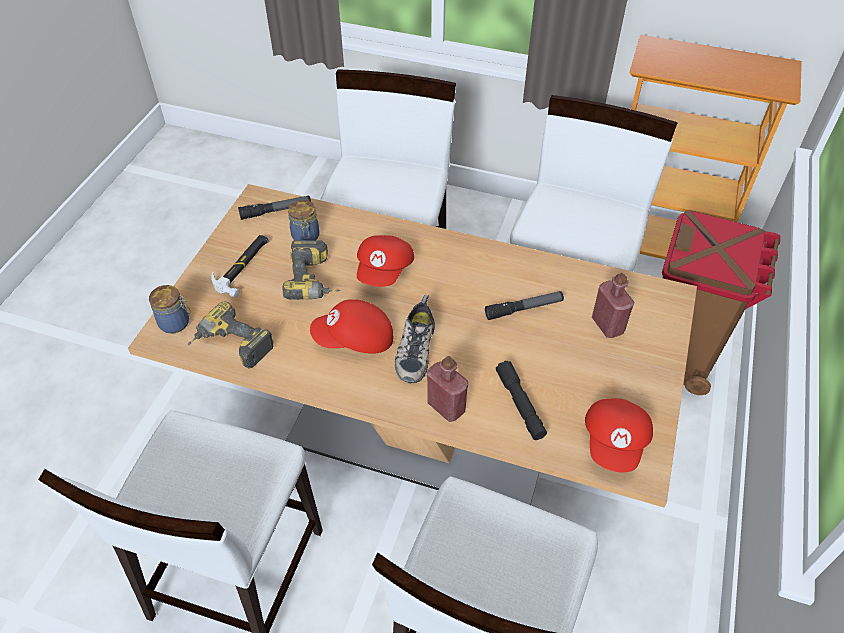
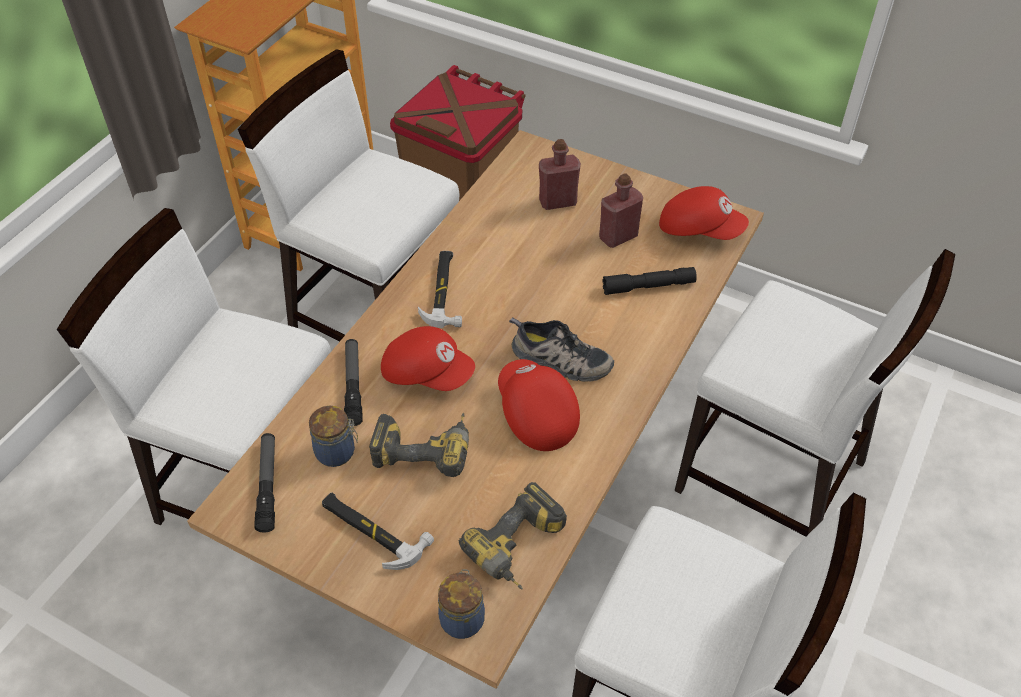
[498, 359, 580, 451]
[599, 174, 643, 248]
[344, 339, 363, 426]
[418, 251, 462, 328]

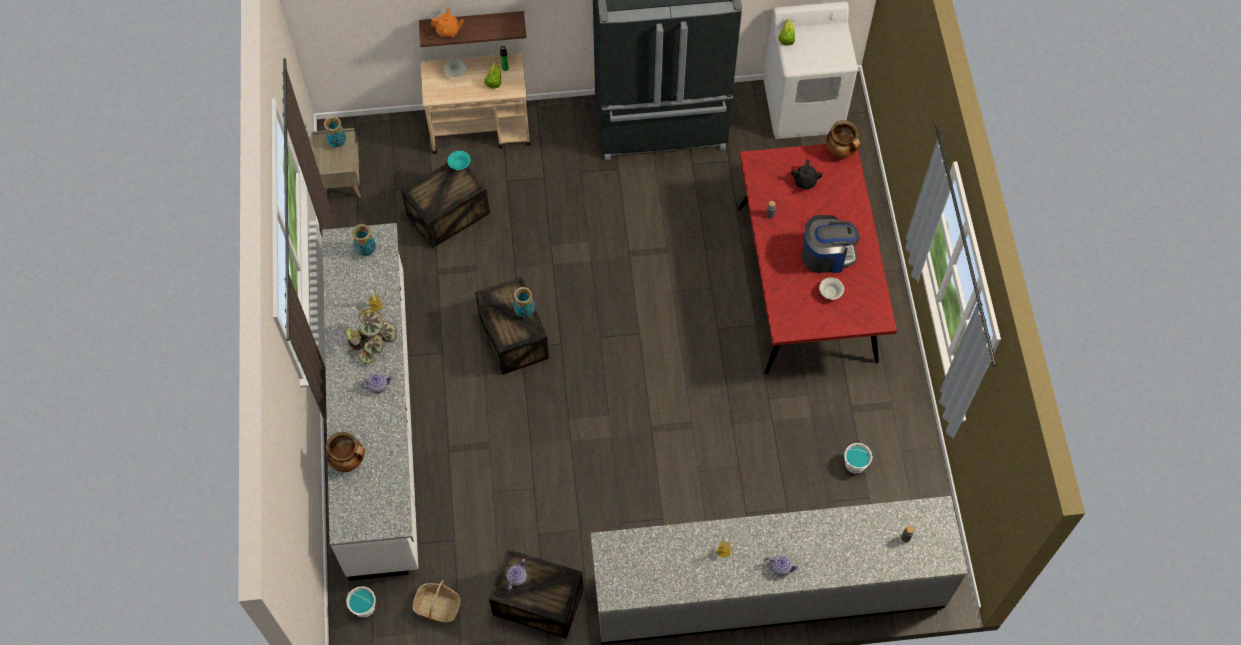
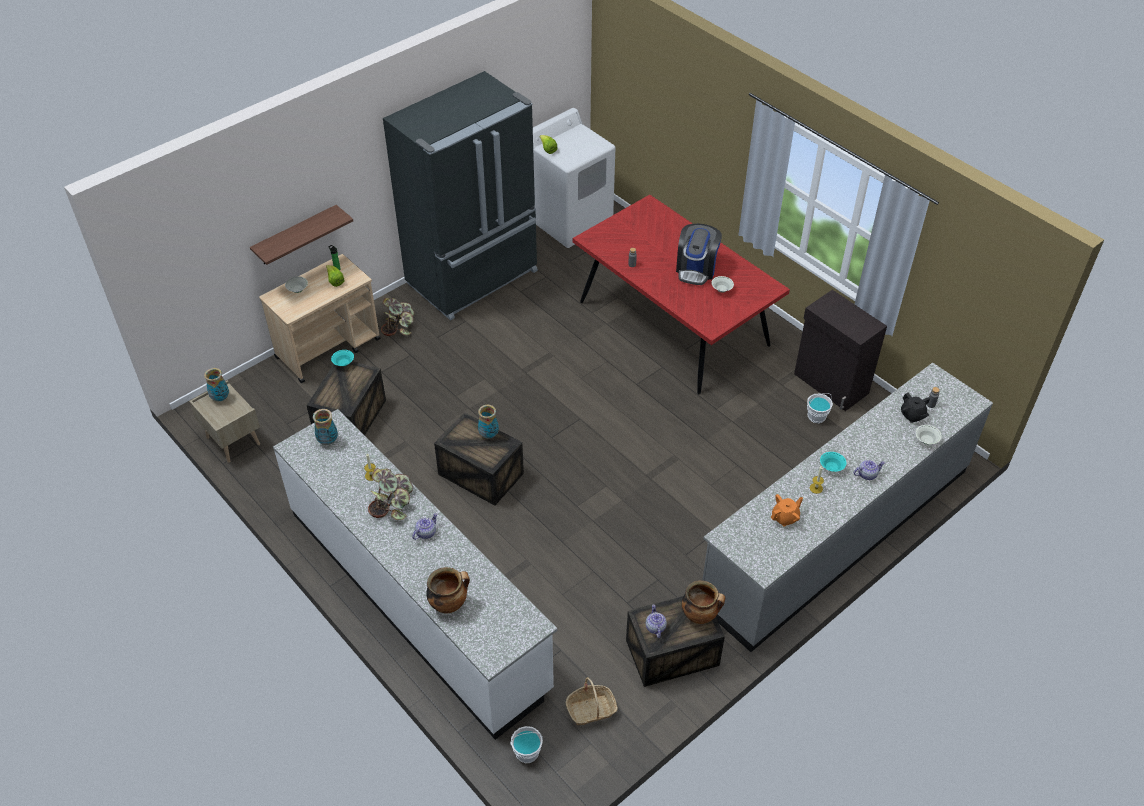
[771, 494, 803, 526]
[901, 393, 930, 423]
[676, 224, 722, 285]
[682, 580, 725, 624]
[381, 298, 415, 336]
[794, 290, 887, 411]
[820, 452, 847, 472]
[915, 425, 942, 444]

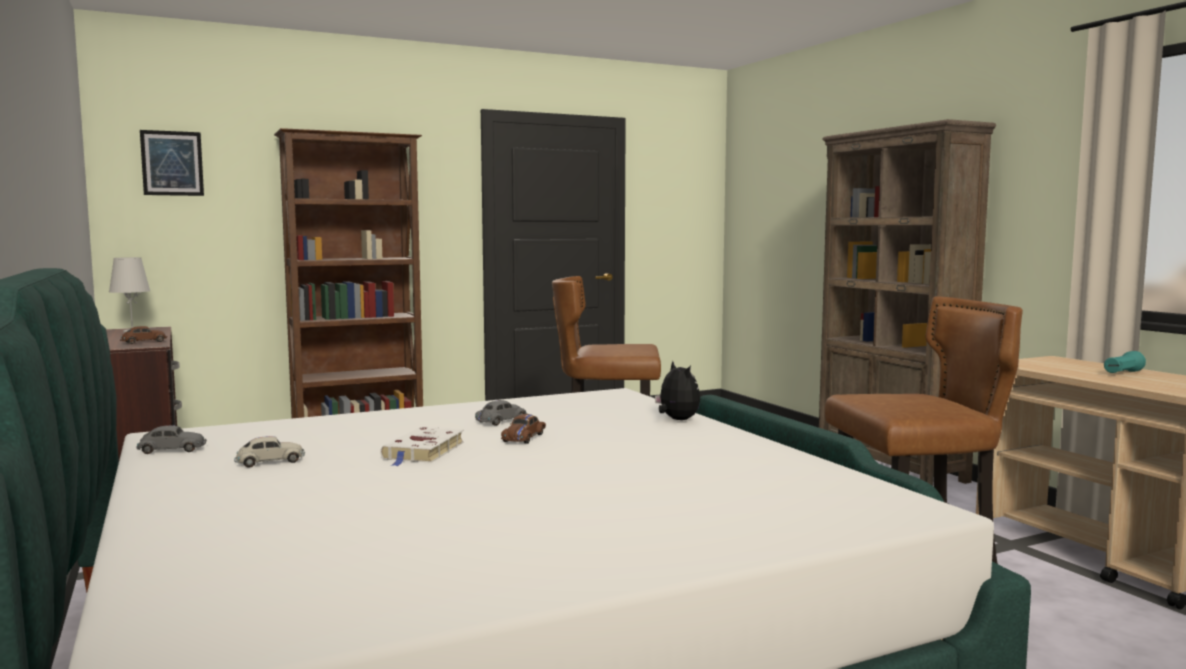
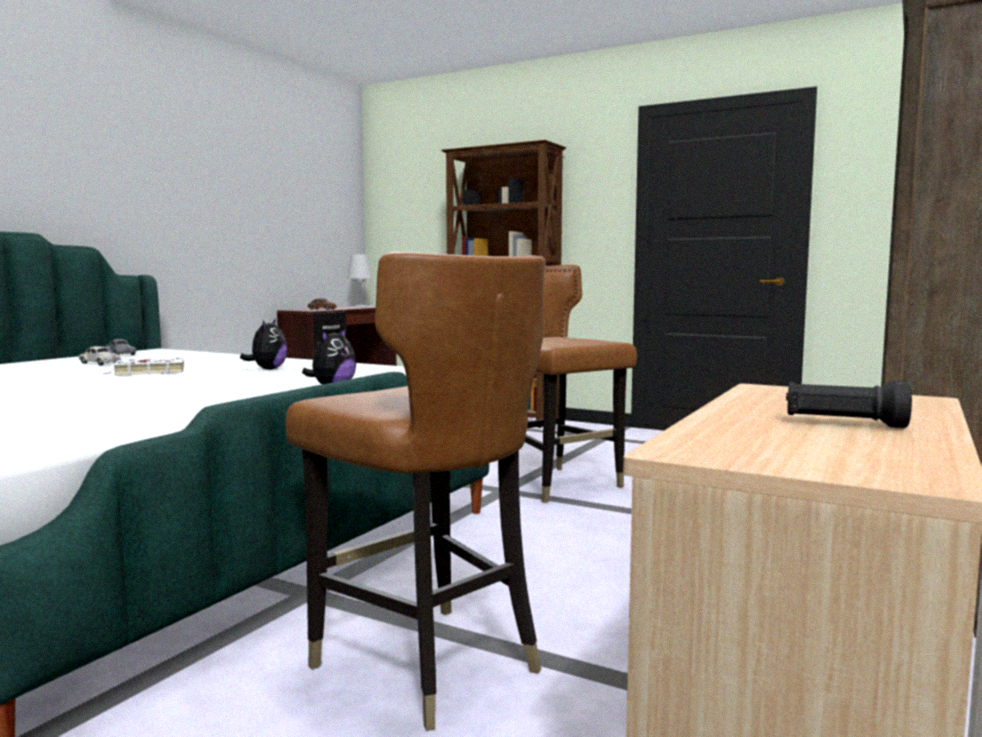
[140, 130, 204, 196] (first image)
[240, 319, 287, 370]
[501, 414, 546, 444] (first image)
[786, 380, 912, 428]

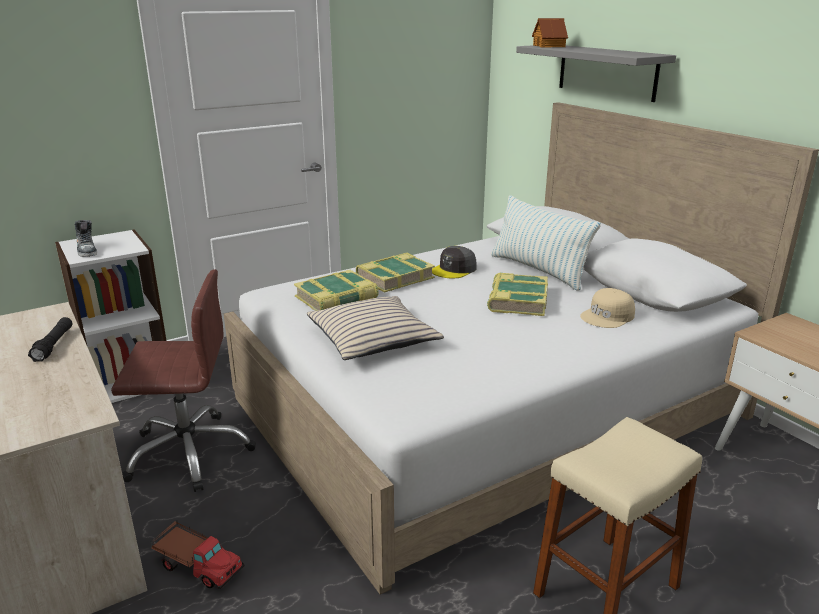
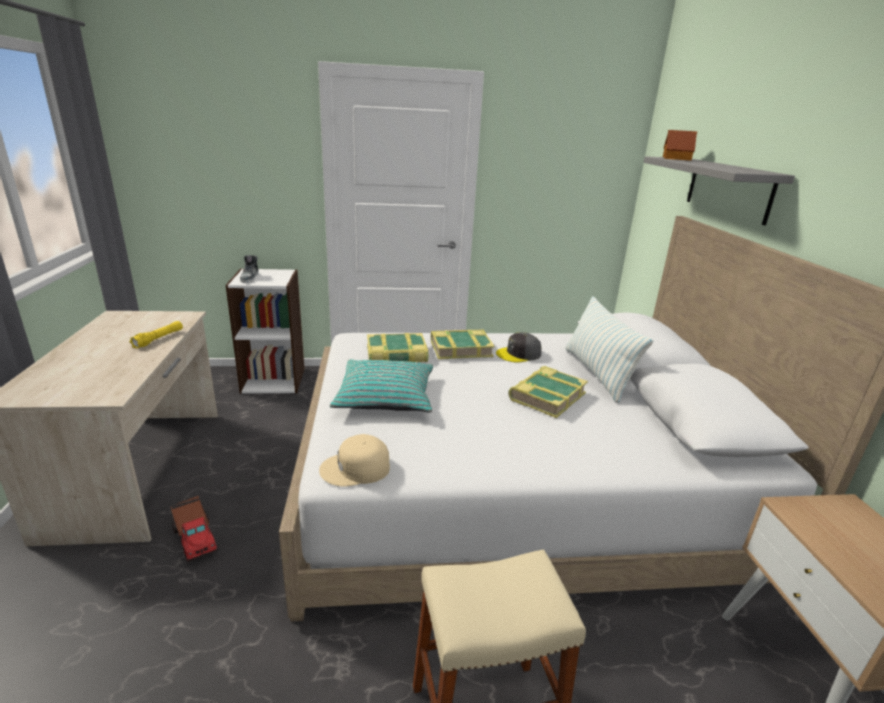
[129, 321, 183, 348]
[111, 269, 256, 492] (first image)
[330, 359, 433, 413]
[319, 434, 390, 487]

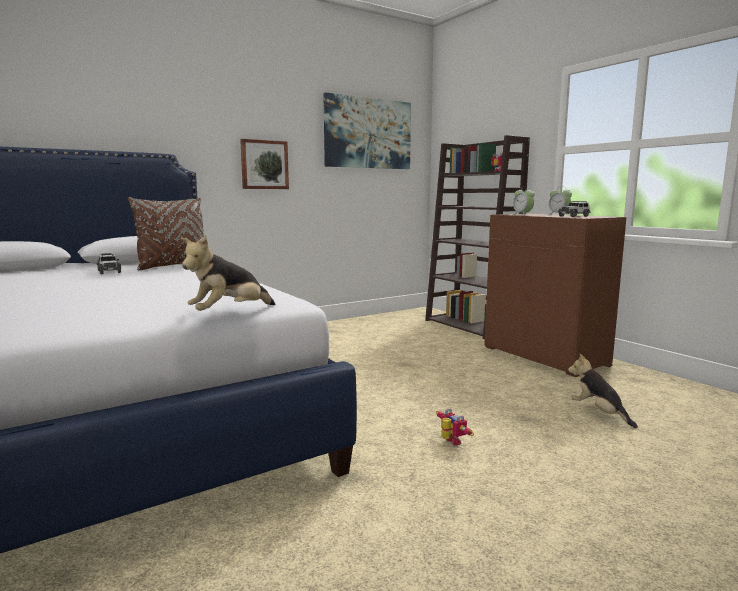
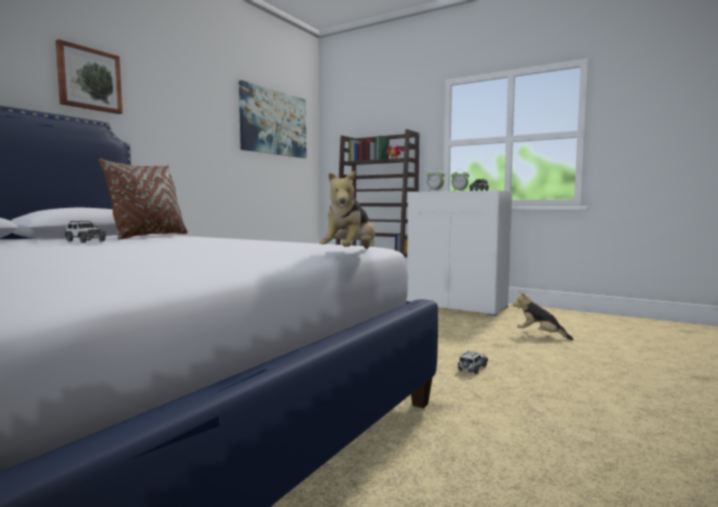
[56, 39, 122, 114]
[457, 351, 488, 374]
[407, 190, 512, 316]

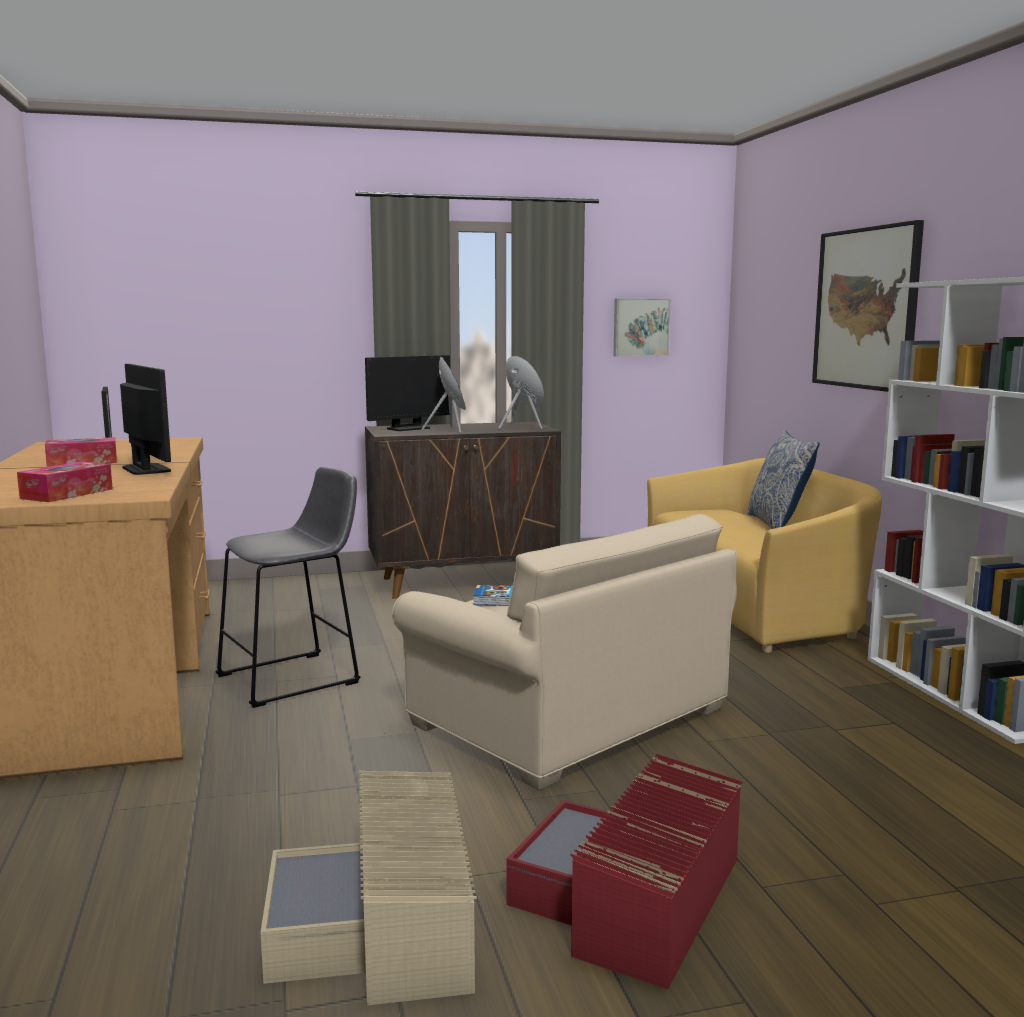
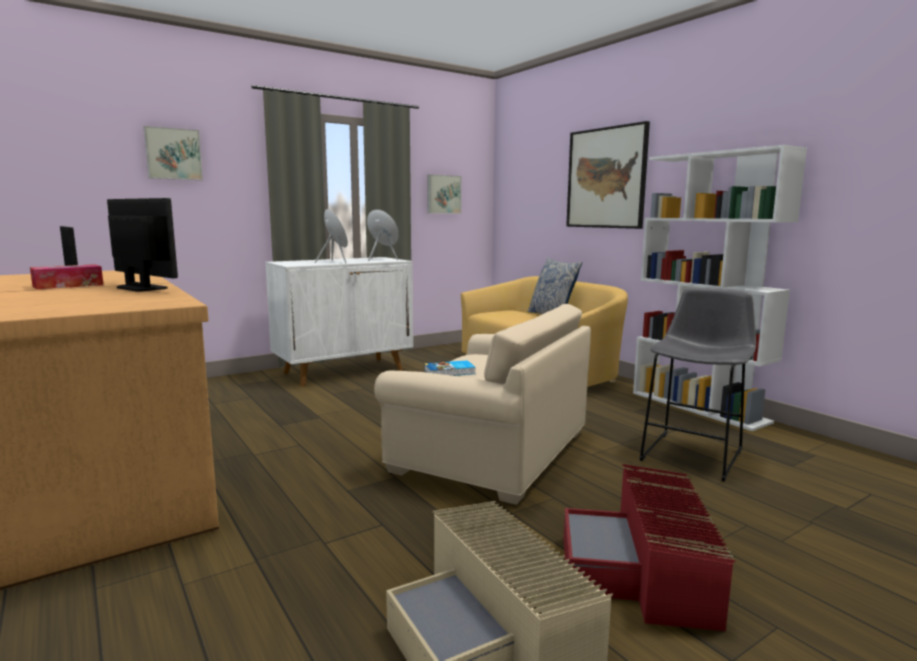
[17, 461, 113, 502] (first image)
[639, 287, 756, 481]
[365, 355, 450, 431] (first image)
[265, 257, 413, 386]
[144, 126, 203, 180]

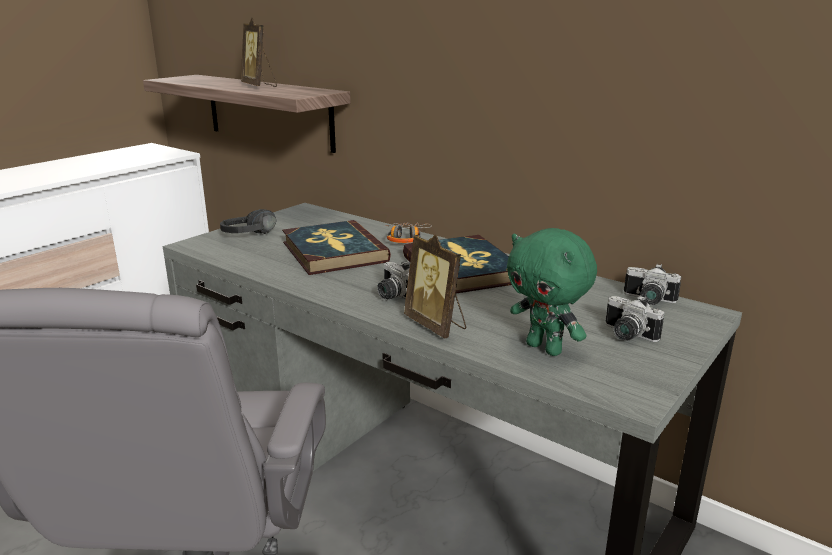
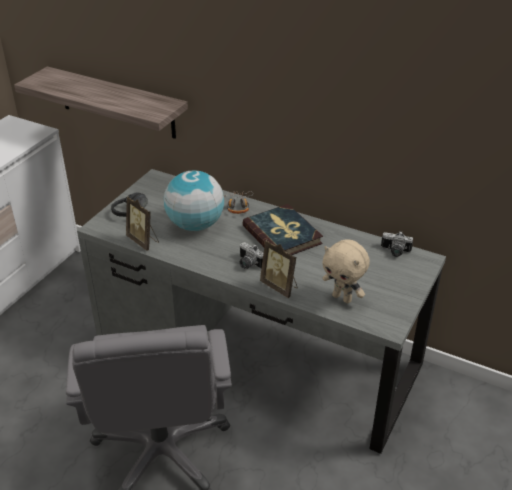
[126, 196, 159, 251]
[164, 170, 224, 231]
[322, 240, 370, 303]
[606, 296, 665, 342] (first image)

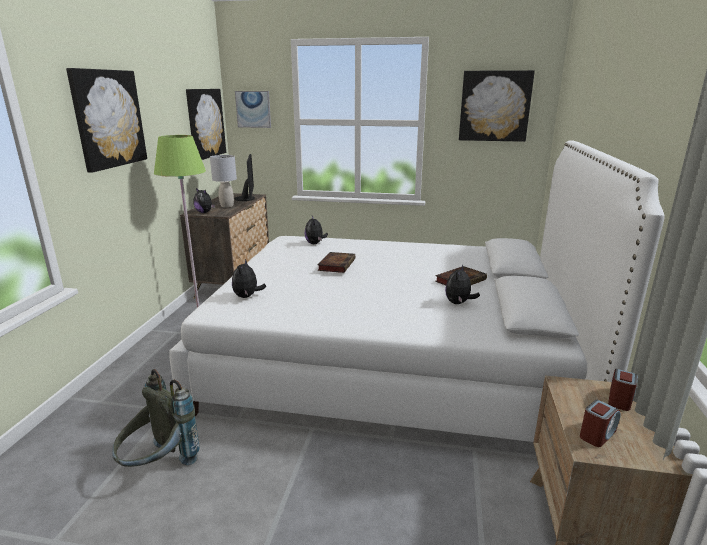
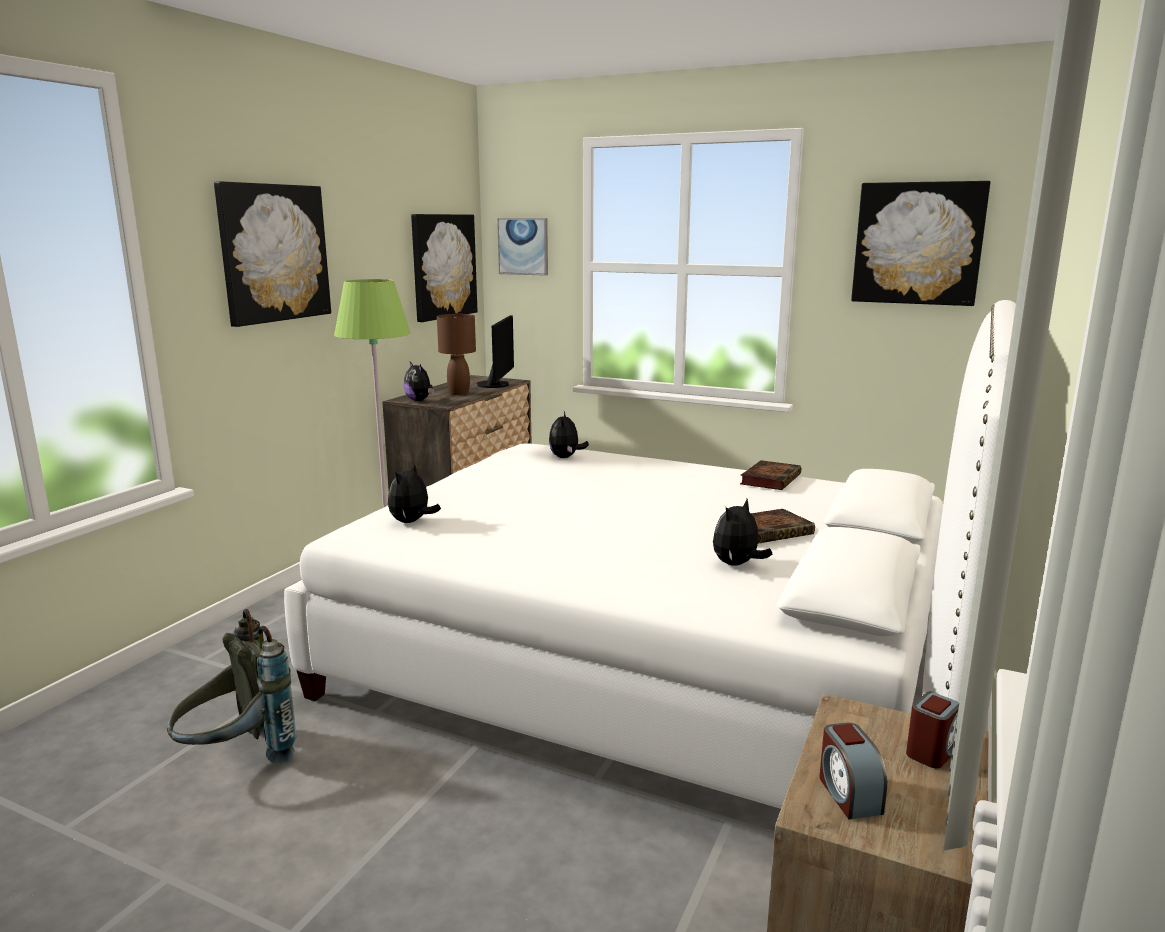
[437, 314, 476, 395]
[740, 460, 801, 490]
[819, 723, 887, 819]

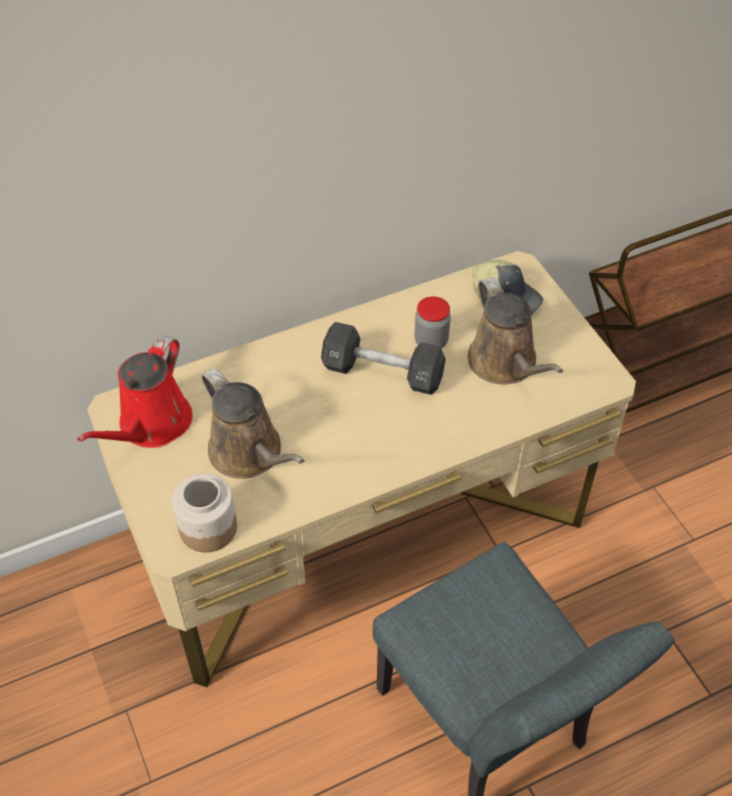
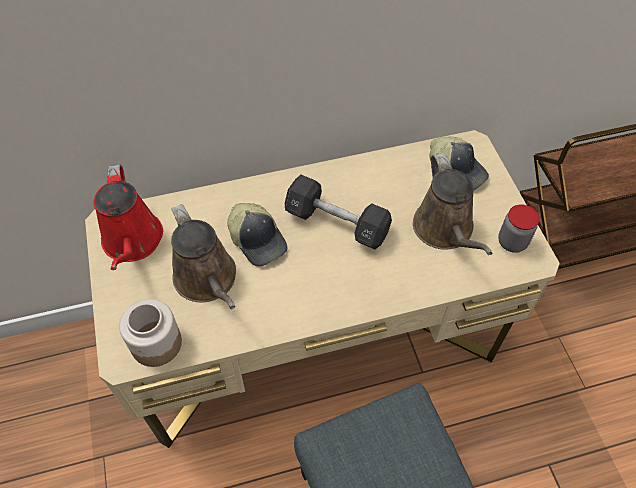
[93, 165, 163, 270]
[498, 204, 539, 253]
[227, 203, 287, 267]

